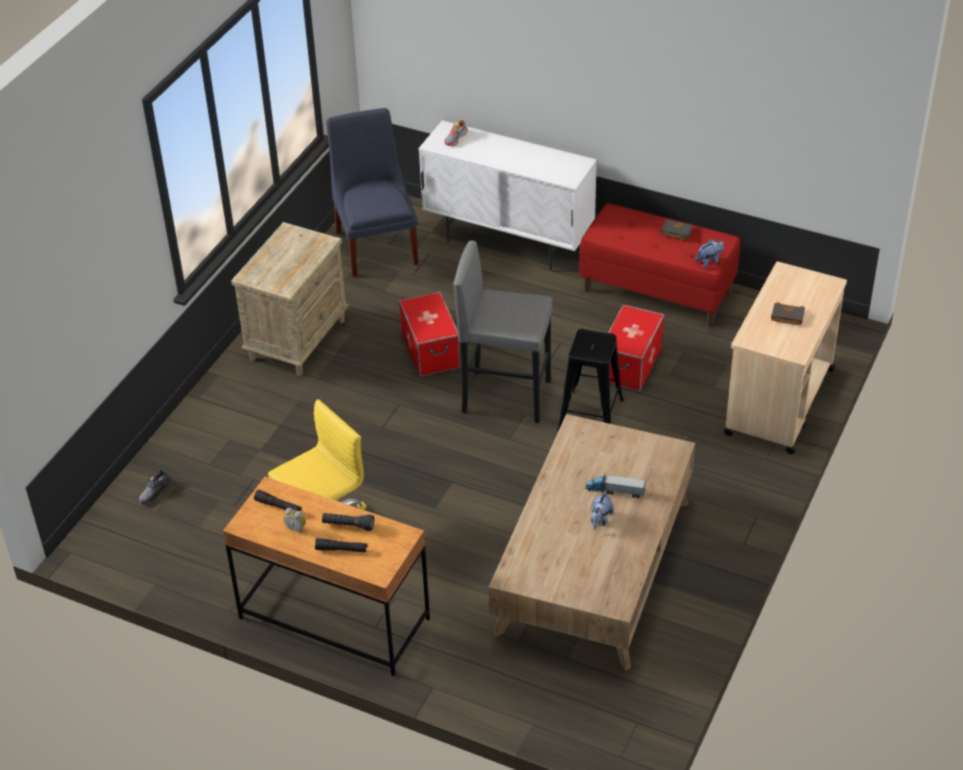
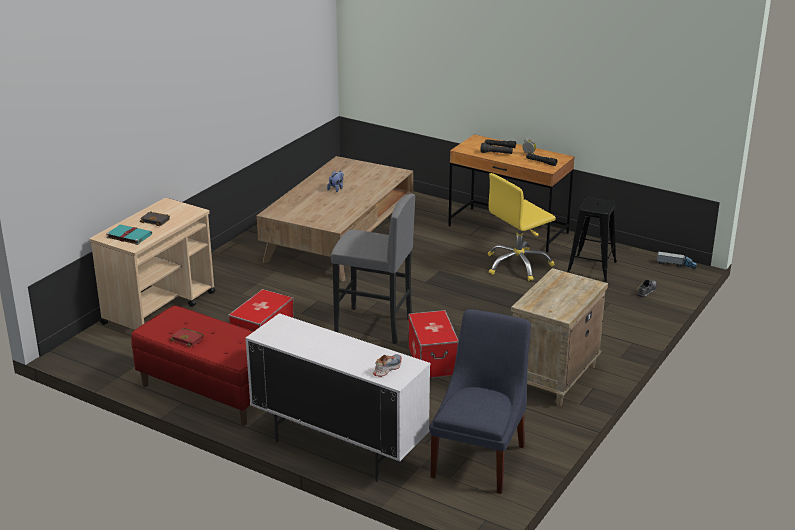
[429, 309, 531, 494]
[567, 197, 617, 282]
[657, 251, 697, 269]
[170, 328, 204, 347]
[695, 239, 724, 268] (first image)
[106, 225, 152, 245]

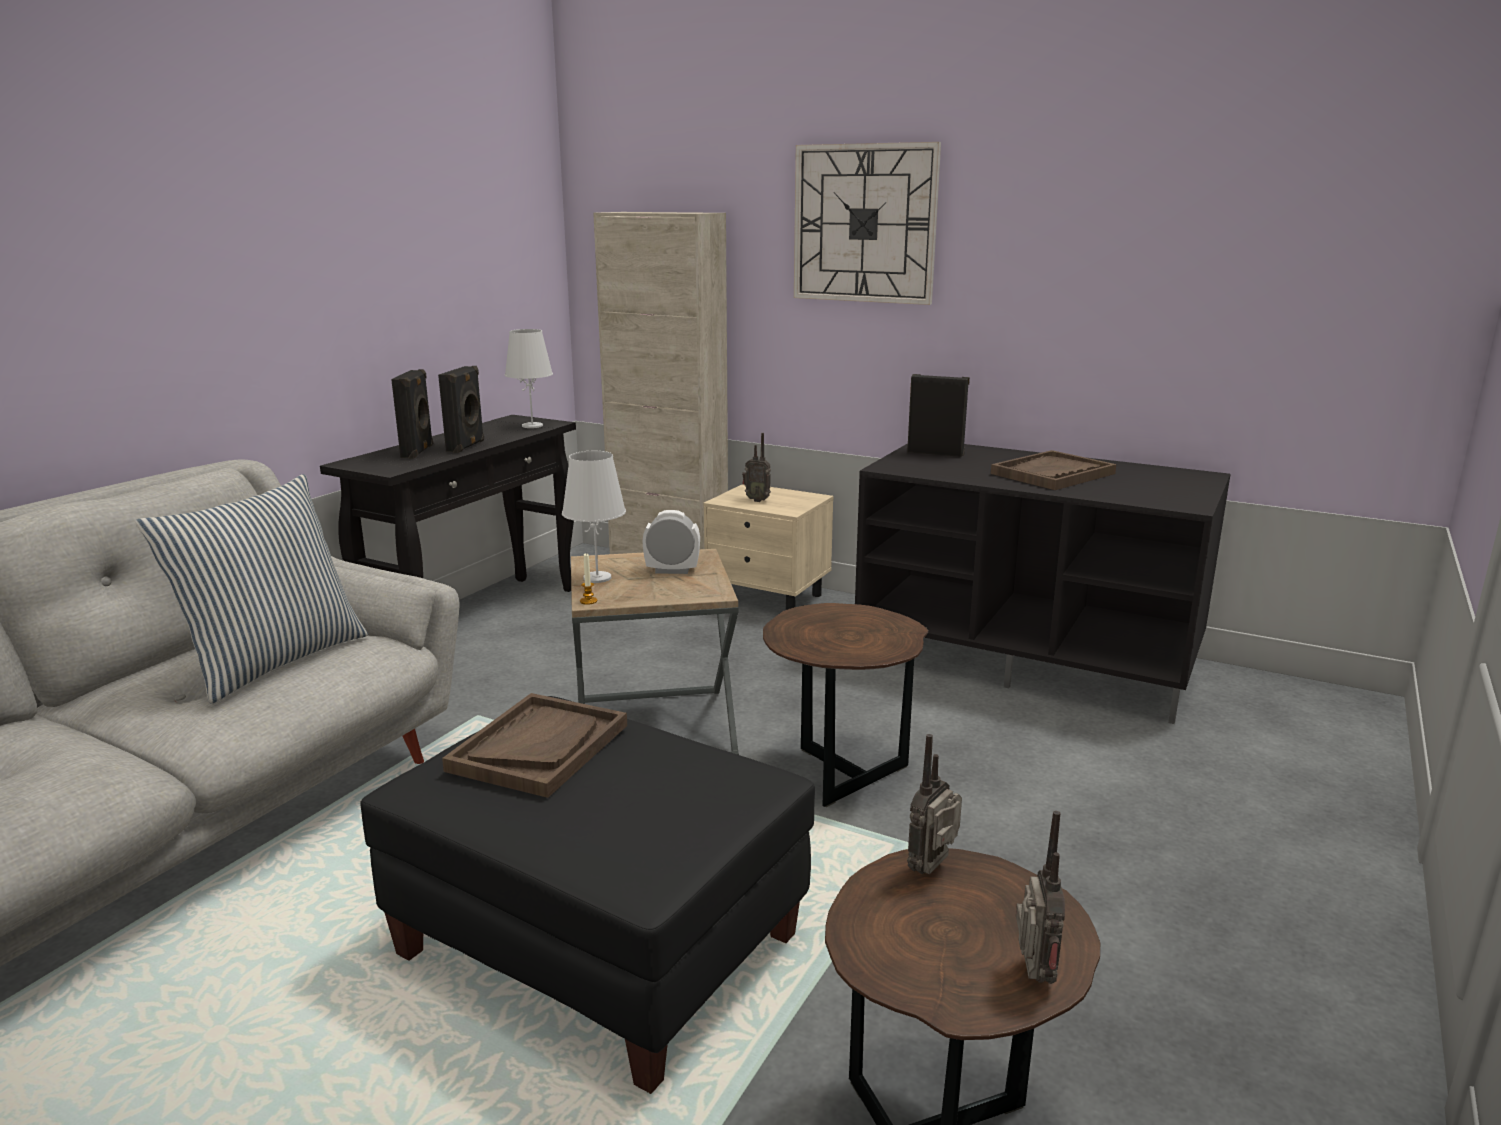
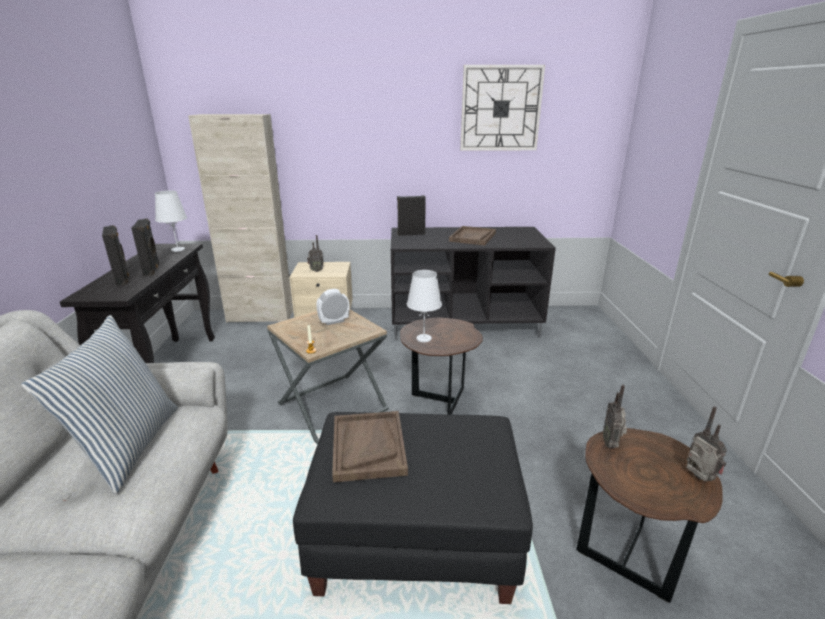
[407, 270, 442, 342]
[460, 65, 545, 151]

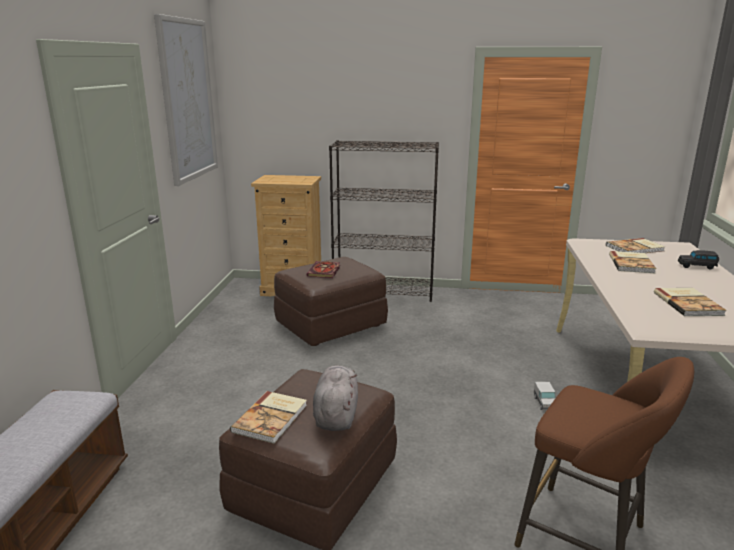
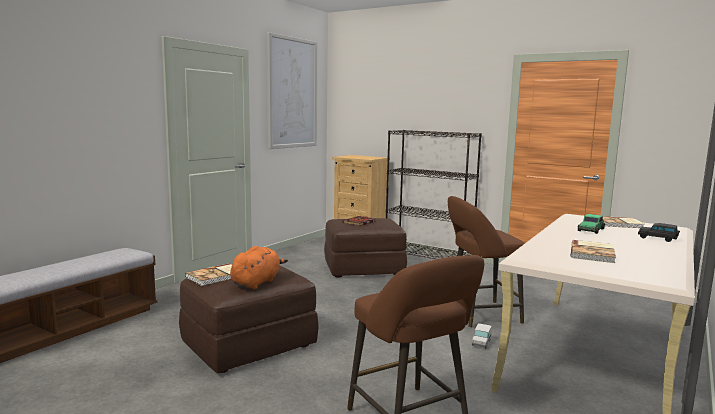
[230, 246, 288, 289]
[578, 214, 605, 234]
[448, 196, 525, 328]

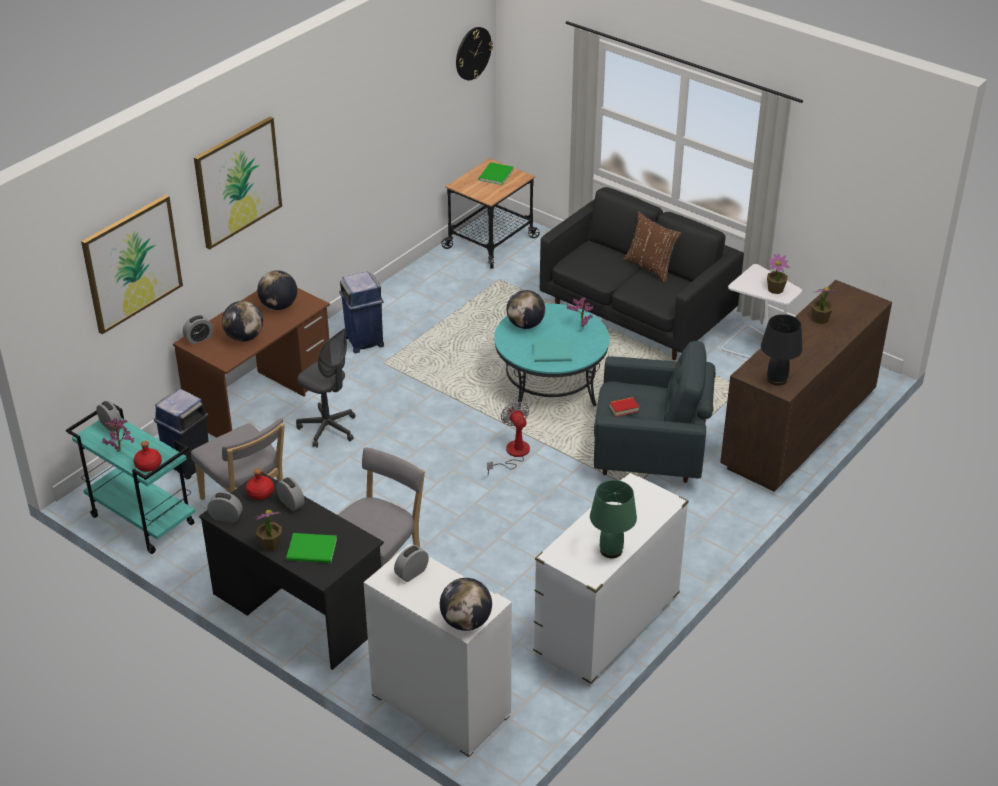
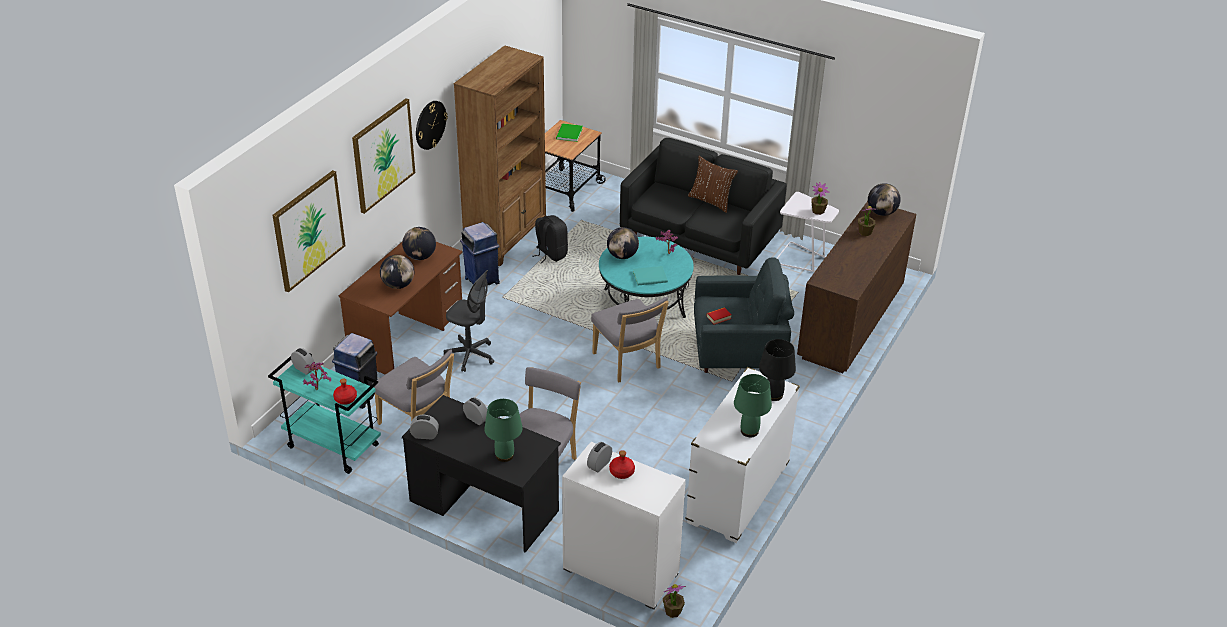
[183, 315, 213, 344] (first image)
[609, 450, 635, 479]
[663, 584, 686, 618]
[484, 399, 523, 462]
[868, 183, 901, 216]
[416, 101, 448, 150]
[591, 297, 669, 382]
[759, 339, 796, 401]
[454, 45, 546, 266]
[532, 215, 568, 264]

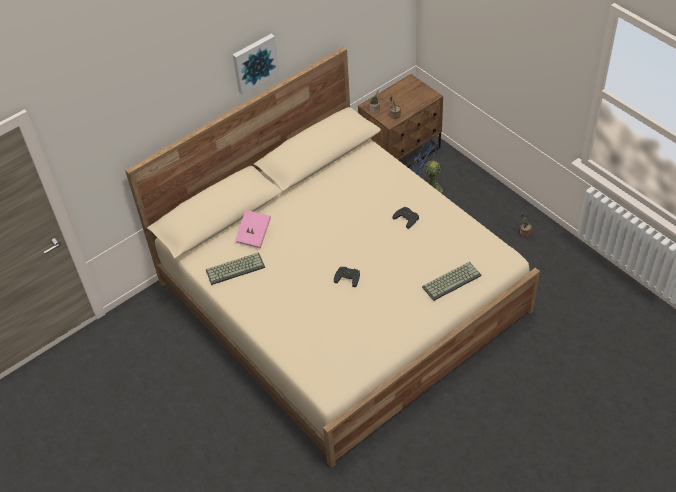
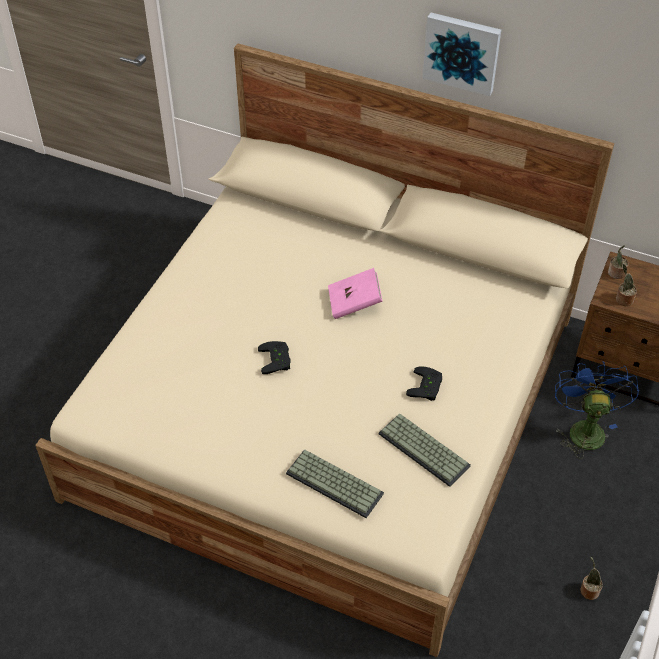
[379, 414, 471, 487]
[328, 268, 383, 319]

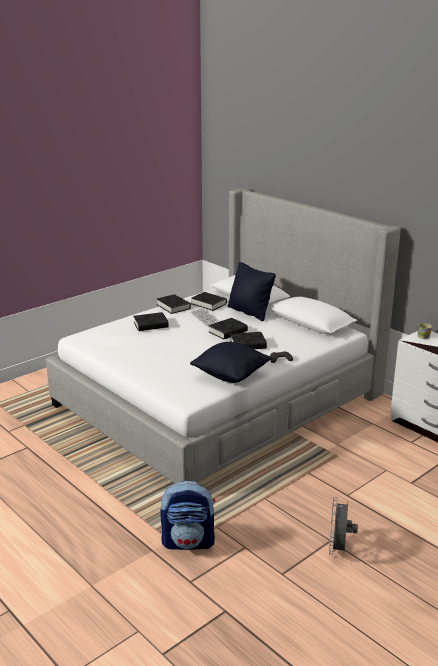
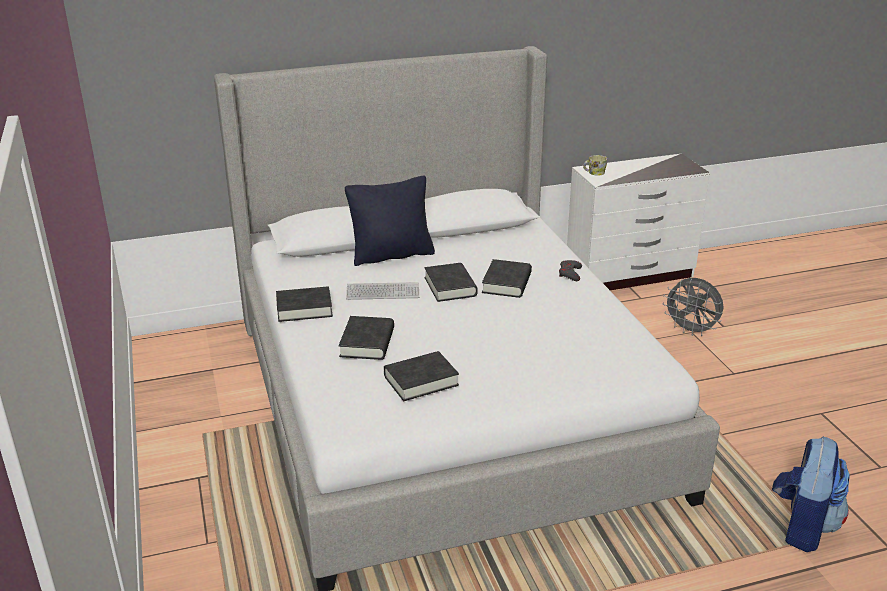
[190, 342, 271, 383] (first image)
[384, 351, 459, 401]
[662, 278, 724, 336]

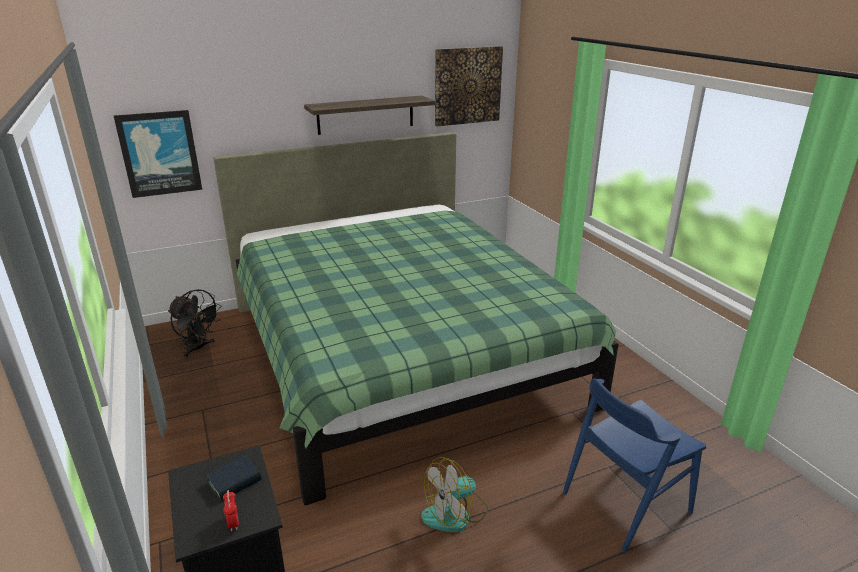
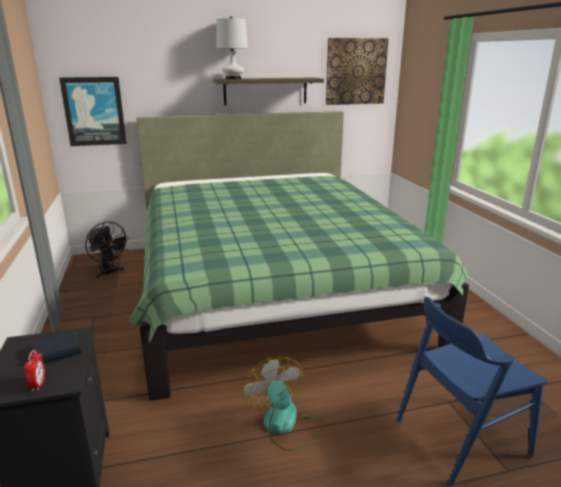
[243, 356, 324, 451]
[216, 17, 248, 79]

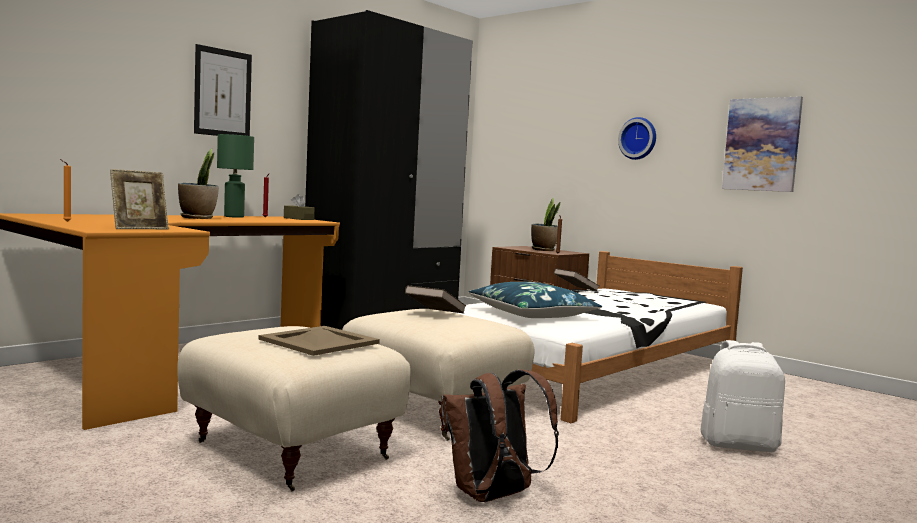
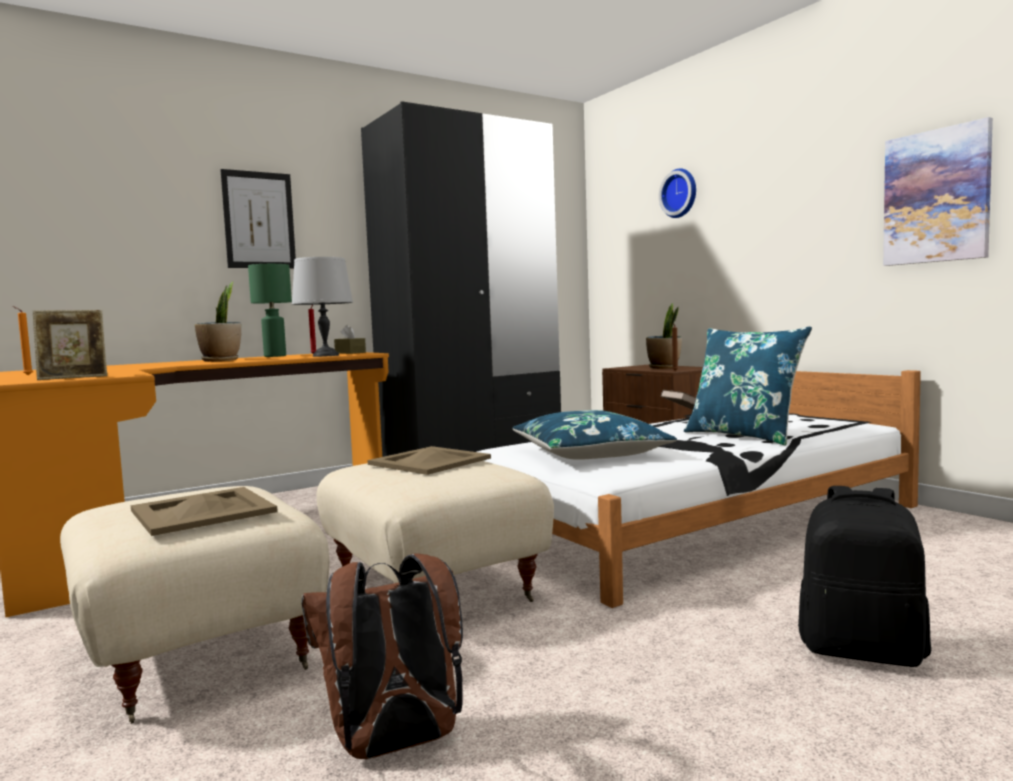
[368, 446, 491, 475]
[659, 168, 696, 218]
[798, 486, 931, 667]
[292, 257, 353, 357]
[684, 327, 812, 445]

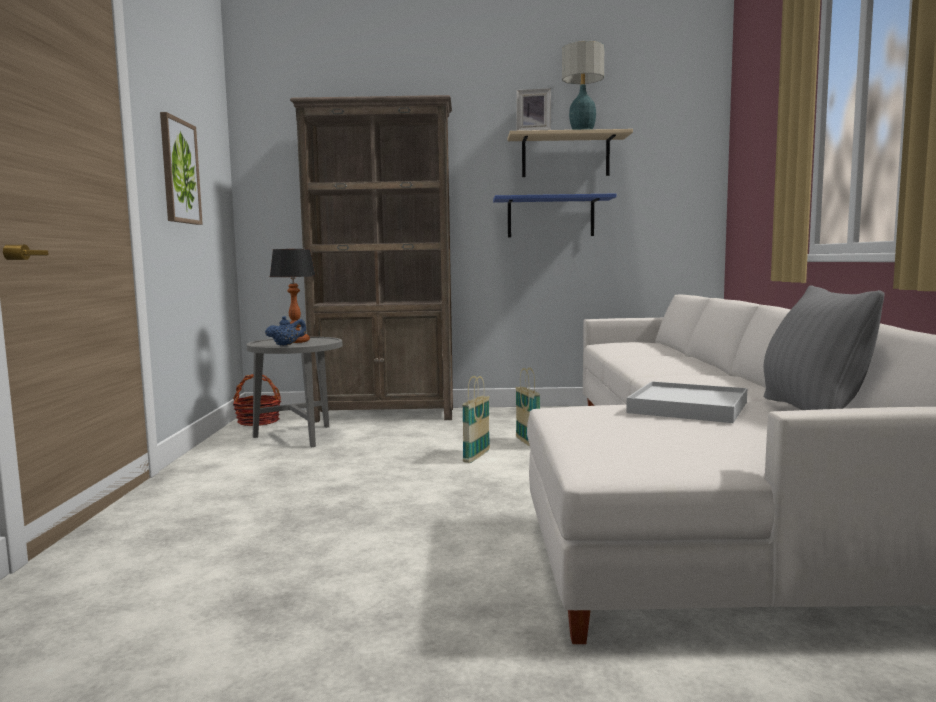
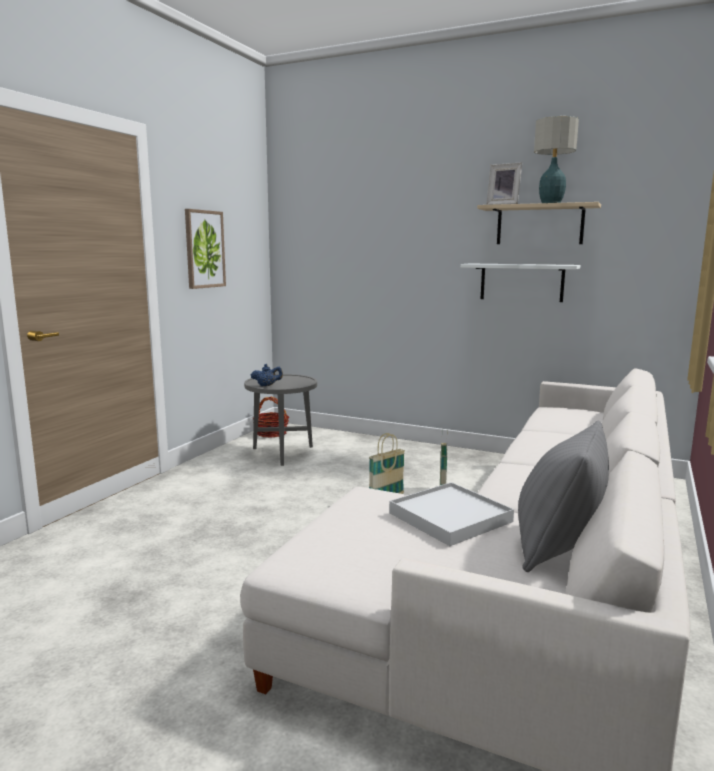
[270, 249, 316, 343] (first image)
[290, 95, 453, 422] (first image)
[461, 264, 580, 302]

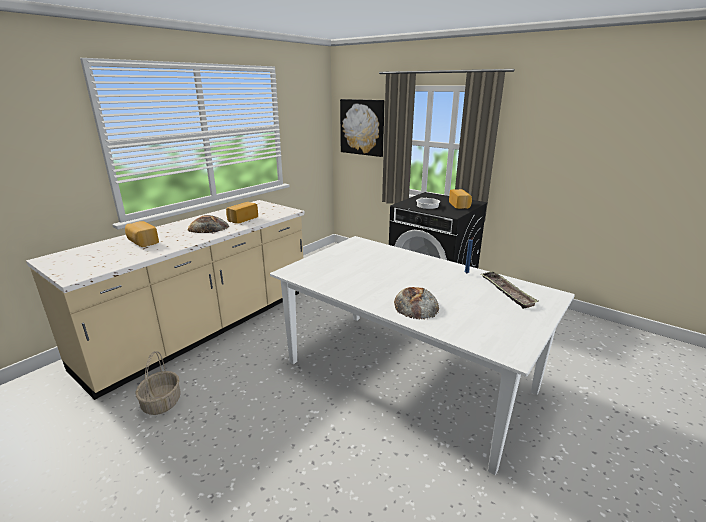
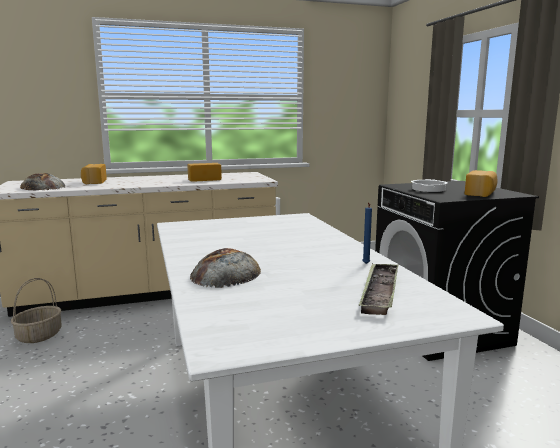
[20, 173, 65, 191]
[340, 99, 385, 157] (first image)

